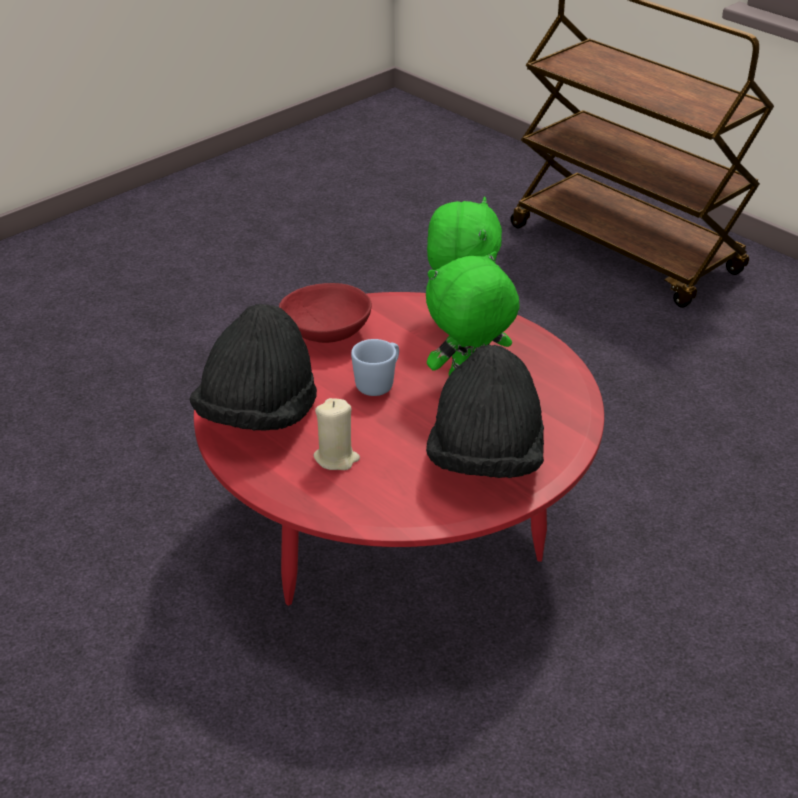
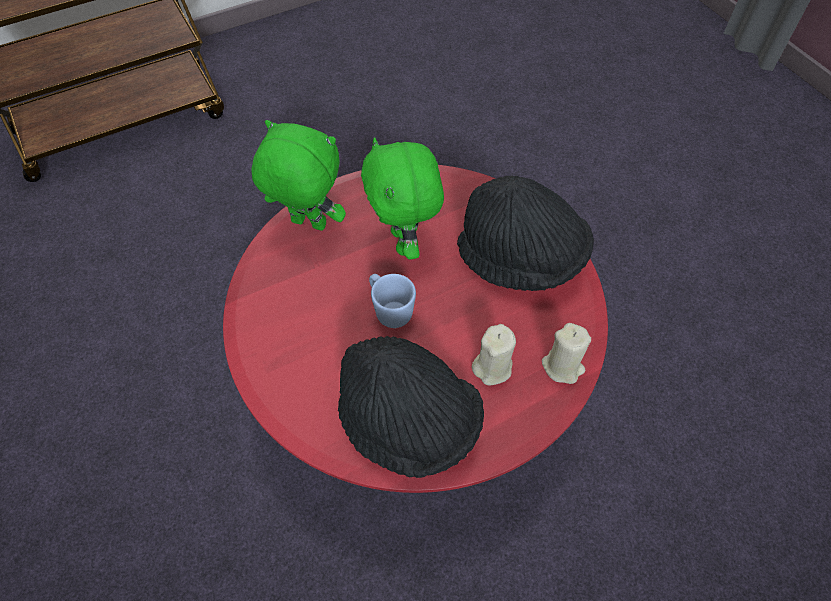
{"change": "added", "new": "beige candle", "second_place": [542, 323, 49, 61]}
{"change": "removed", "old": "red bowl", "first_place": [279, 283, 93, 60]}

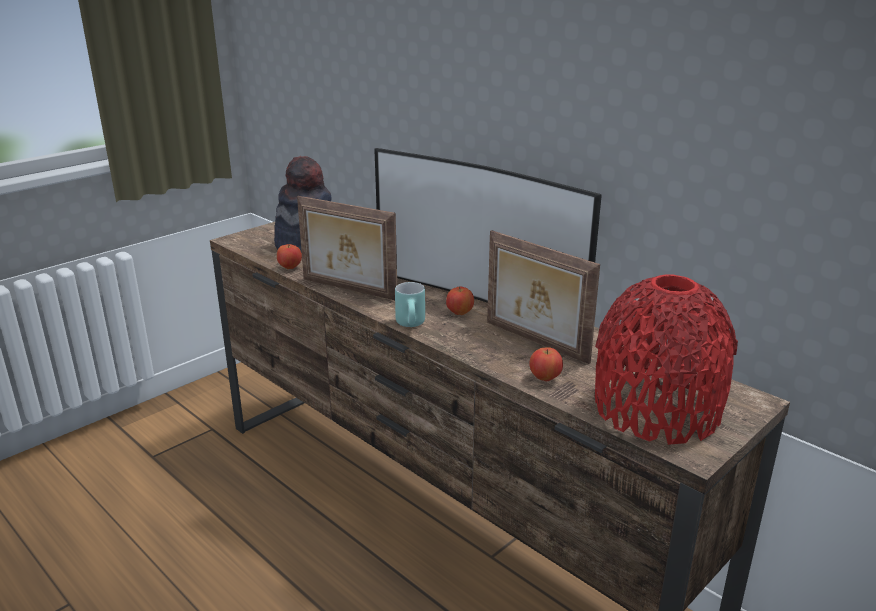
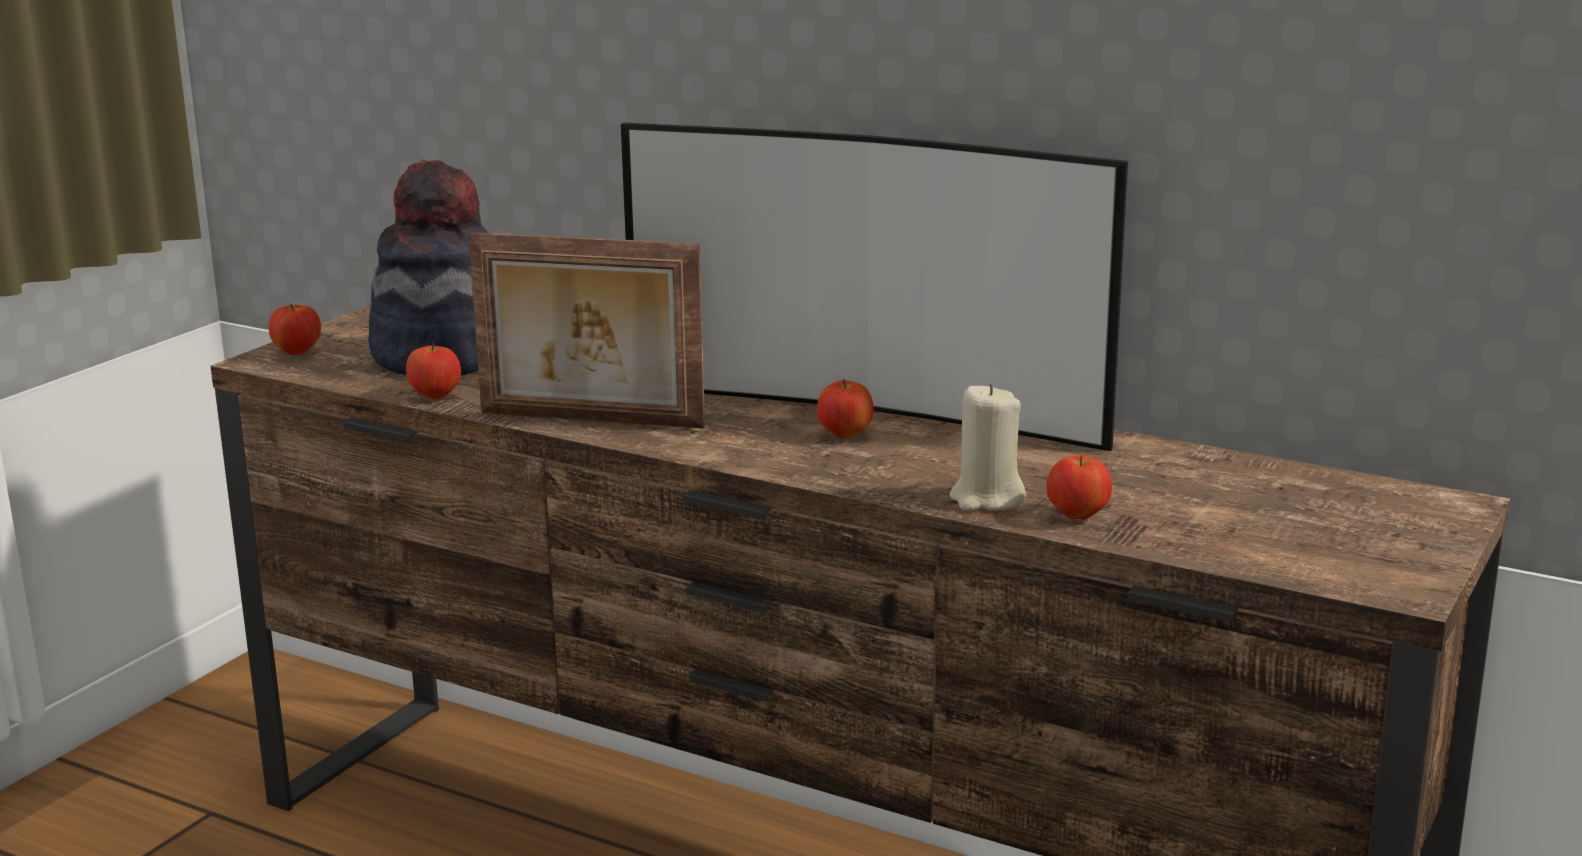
{"change": "added", "new": "apple", "second_place": [269, 304, 52, 51]}
{"change": "added", "new": "beige candle", "second_place": [950, 383, 76, 128]}
{"change": "removed", "old": "turquoise mug", "first_place": [395, 282, 30, 45]}
{"change": "removed", "old": "picture frame", "first_place": [487, 230, 113, 134]}
{"change": "removed", "old": "red vase", "first_place": [595, 275, 143, 170]}

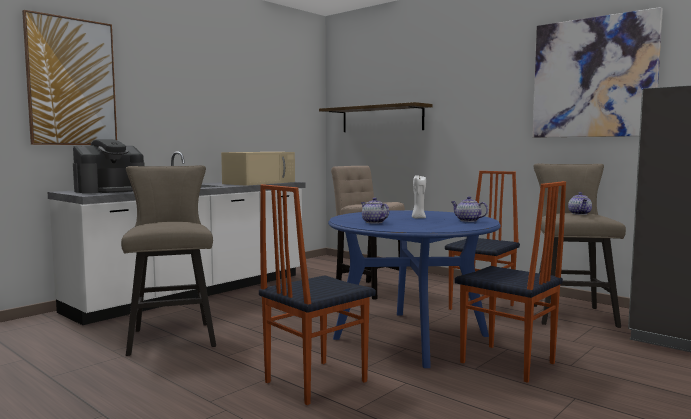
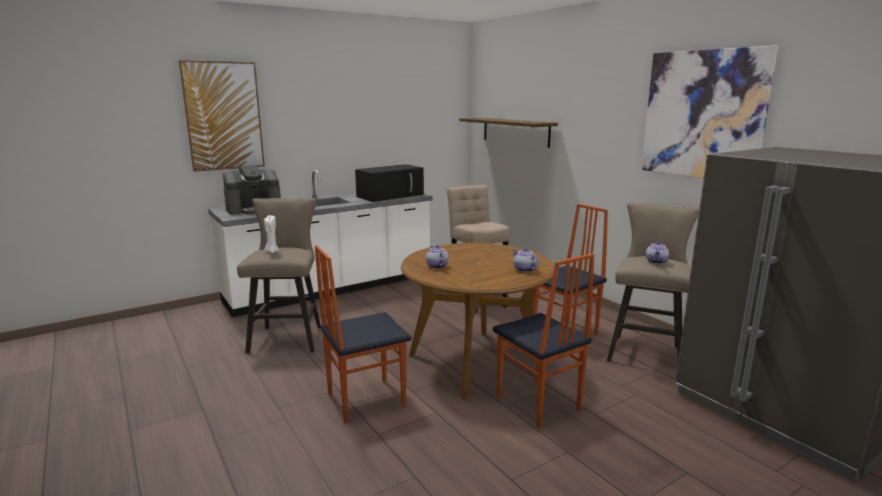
{"change": "moved", "old": "white candle", "first_place": [412, 175, 14, 43], "second_place": [264, 215, 15, 38]}
{"change": "recoloured", "old": "beige microwave", "new": "black microwave", "first_place": [221, 152, 74, 34], "second_place": [355, 164, 69, 38]}
{"change": "recoloured", "old": "blue dining table", "new": "brown dining table", "first_place": [328, 210, 173, 158], "second_place": [401, 243, 154, 156]}

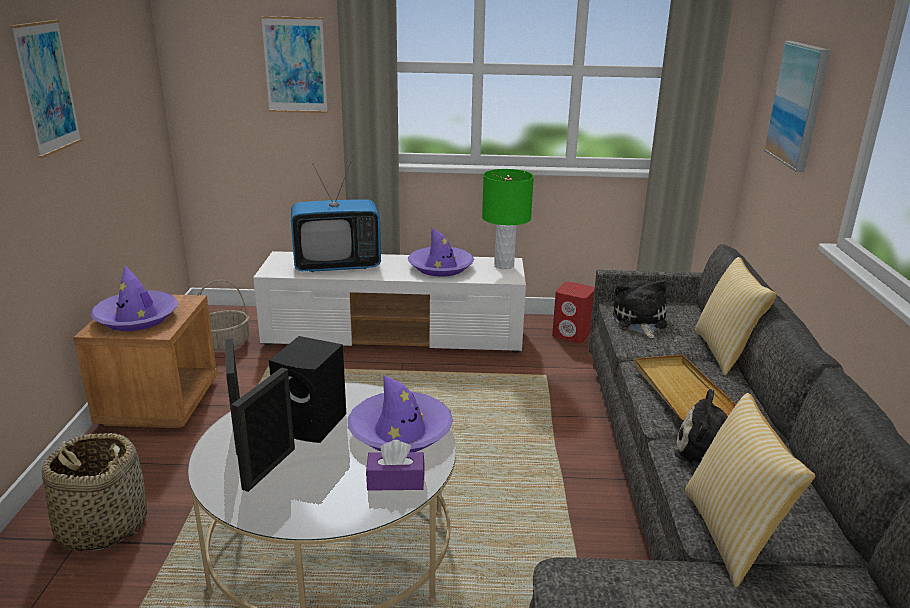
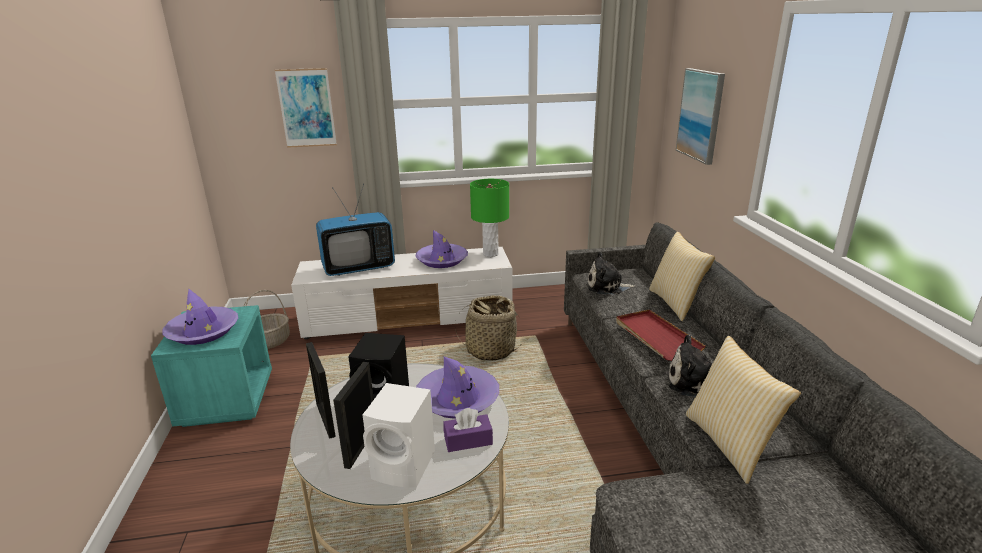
{"change": "recoloured", "old": "brown nightstand", "new": "turquoise nightstand", "first_place": [73, 294, 145, 134], "second_place": [151, 305, 121, 122]}
{"change": "added", "new": "white speaker", "second_place": [362, 383, 73, 105]}
{"change": "moved", "old": "basket", "first_place": [42, 433, 105, 118], "second_place": [455, 295, 67, 66]}
{"change": "turned", "old": "plush toy", "first_place": [612, 280, 55, 58], "second_place": [588, 252, 47, 42], "degrees": -75}
{"change": "recoloured", "old": "beige tray", "new": "red tray", "first_place": [634, 355, 102, 65], "second_place": [616, 310, 89, 51]}
{"change": "removed", "old": "picture", "first_place": [10, 20, 72, 138]}
{"change": "removed", "old": "red speaker", "first_place": [552, 282, 43, 61]}

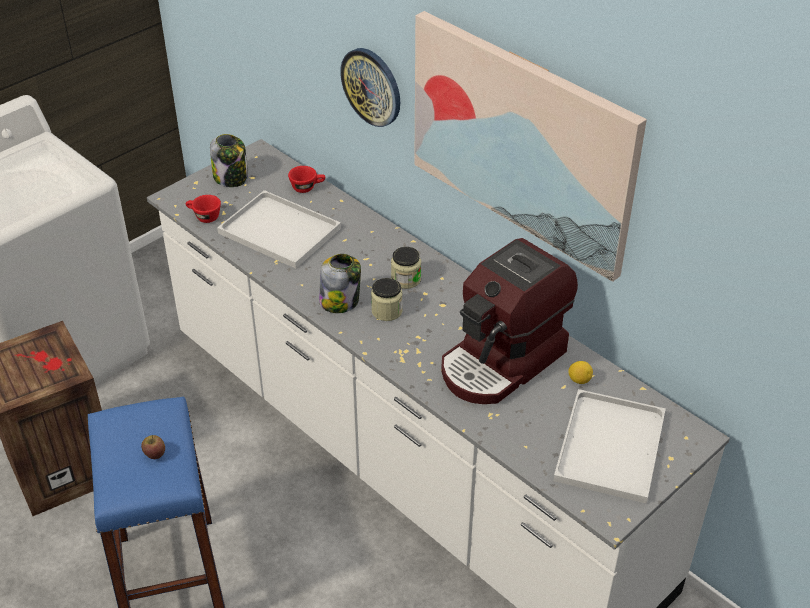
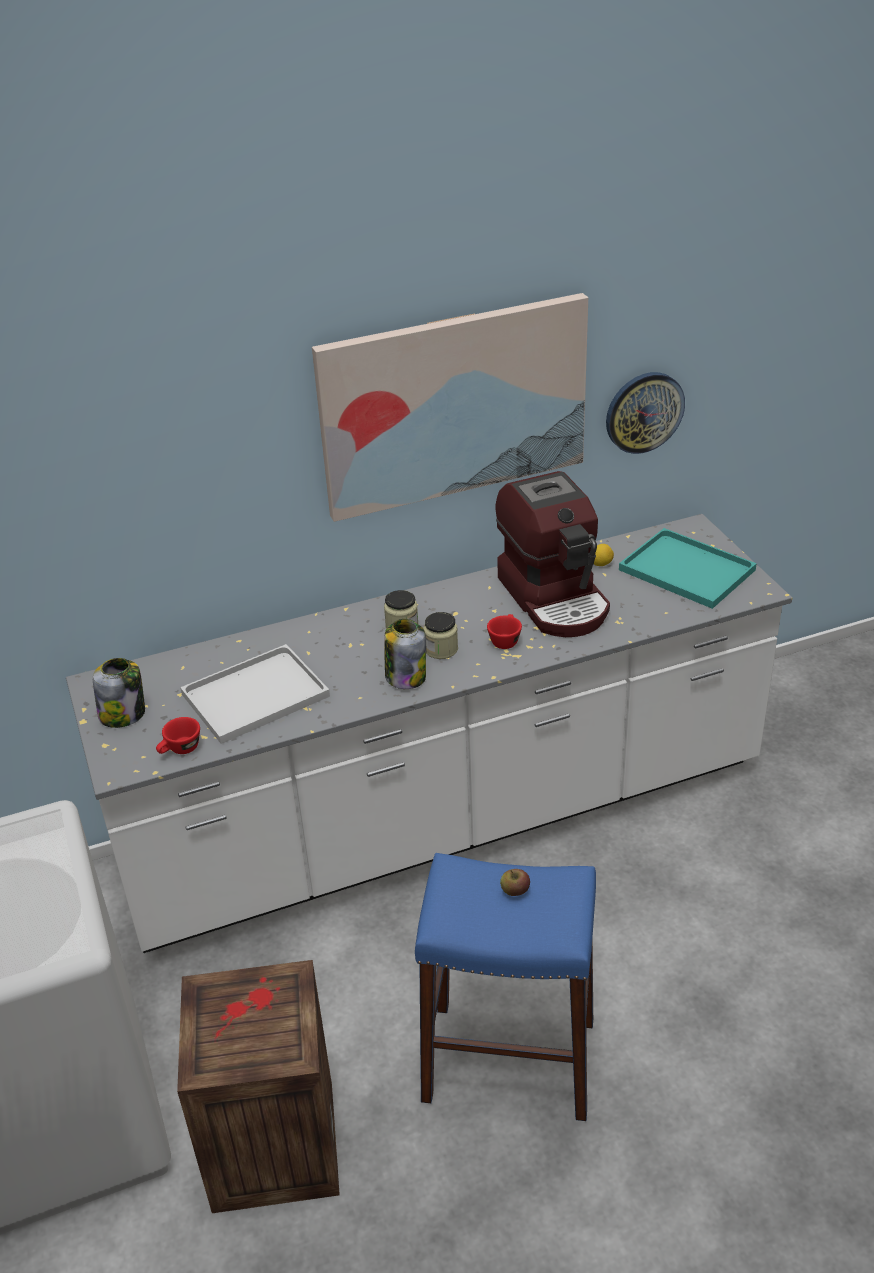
{"change": "moved", "old": "red cup", "first_place": [288, 166, 37, 27], "second_place": [487, 614, 35, 35]}
{"change": "moved", "old": "wall clock", "first_place": [340, 48, 60, 79], "second_place": [606, 372, 79, 82]}
{"change": "recoloured", "old": "white tray", "new": "turquoise tray", "first_place": [553, 389, 113, 115], "second_place": [619, 528, 138, 81]}

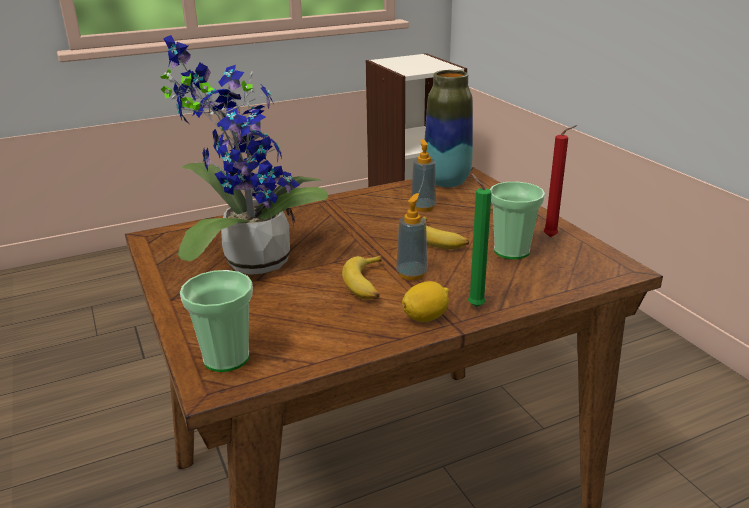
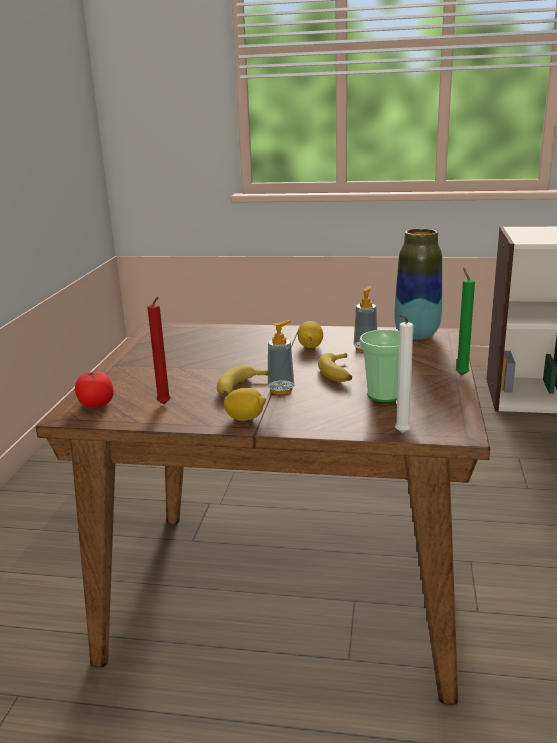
{"change": "replaced", "old": "cup", "new": "tomato", "first_place": [180, 270, 73, 102], "second_place": [75, 371, 39, 36]}
{"change": "moved", "old": "red candle", "first_place": [544, 125, 33, 112], "second_place": [147, 297, 24, 107]}
{"change": "added", "new": "lemon", "second_place": [297, 321, 26, 27]}
{"change": "added", "new": "white candle", "second_place": [395, 314, 18, 119]}
{"change": "moved", "old": "green candle", "first_place": [468, 173, 24, 134], "second_place": [456, 267, 19, 108]}
{"change": "removed", "old": "potted plant", "first_place": [160, 35, 168, 240]}

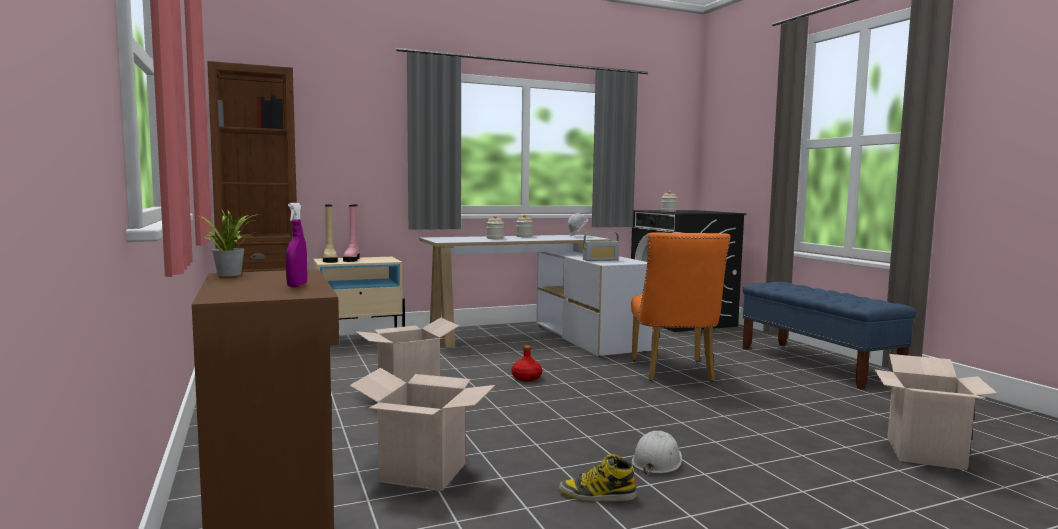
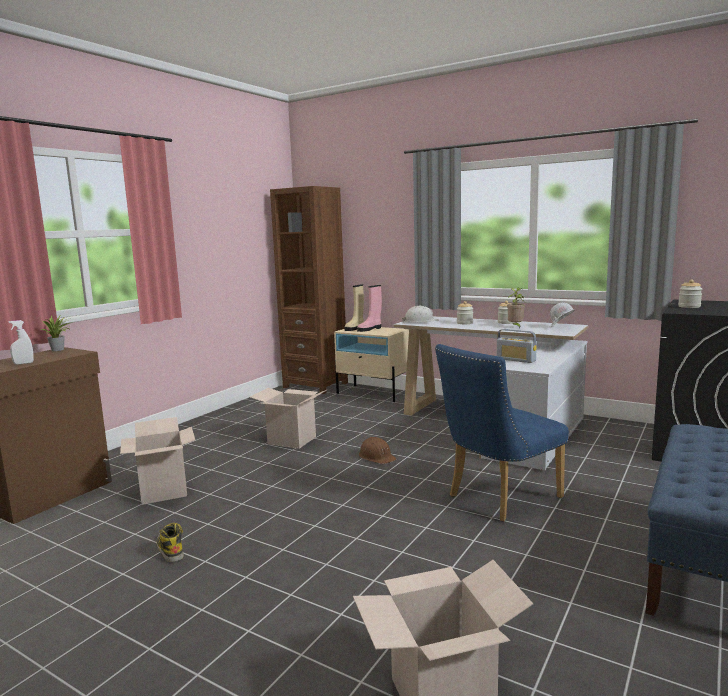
{"change": "recoloured", "old": "purple spray bottle", "new": "white spray bottle", "first_place": [286, 203, 21, 84], "second_place": [9, 320, 25, 45]}
{"change": "replaced", "old": "red bottle", "new": "brown hard hat", "first_place": [512, 345, 30, 36], "second_place": [359, 437, 37, 27]}
{"change": "moved", "old": "white hard hat", "first_place": [632, 431, 50, 44], "second_place": [402, 306, 37, 17]}
{"change": "recoloured", "old": "orange chair", "new": "blue chair", "first_place": [631, 233, 99, 149], "second_place": [435, 344, 134, 178]}
{"change": "added", "new": "potted plant", "second_place": [507, 288, 18, 41]}

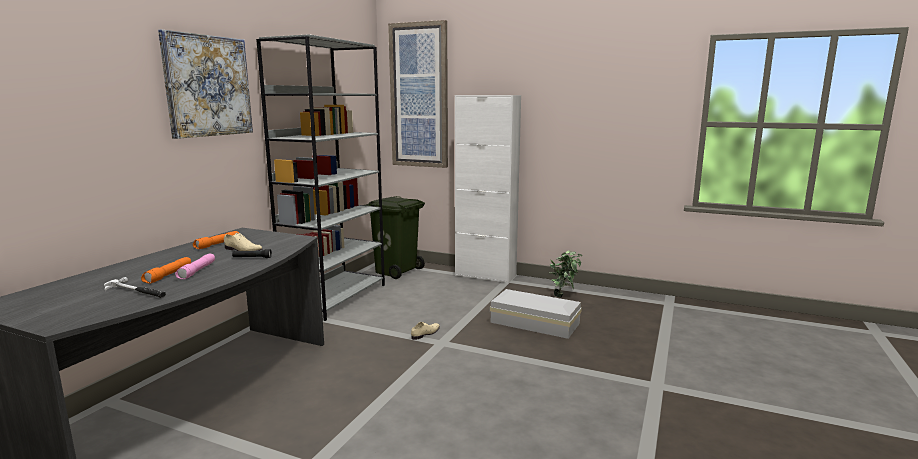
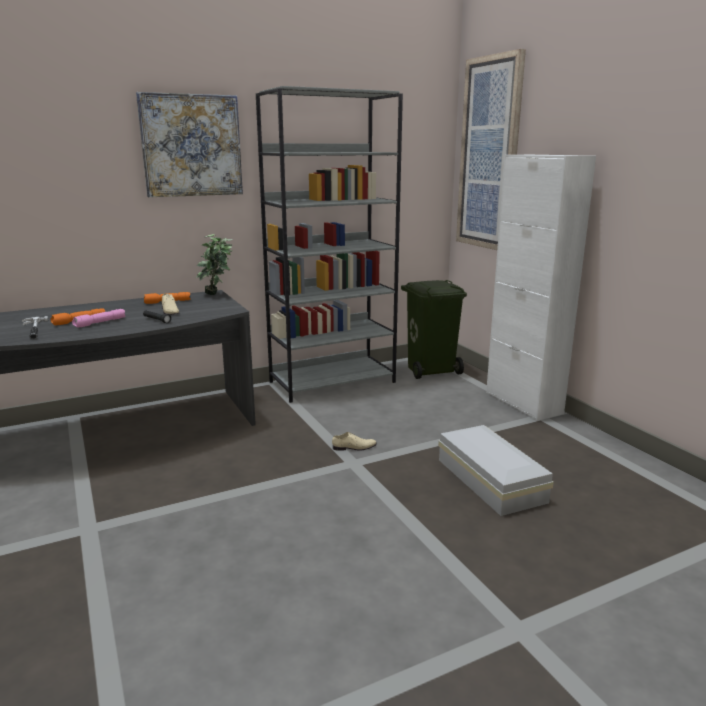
{"change": "moved", "old": "potted plant", "first_place": [549, 251, 33, 47], "second_place": [196, 234, 37, 61]}

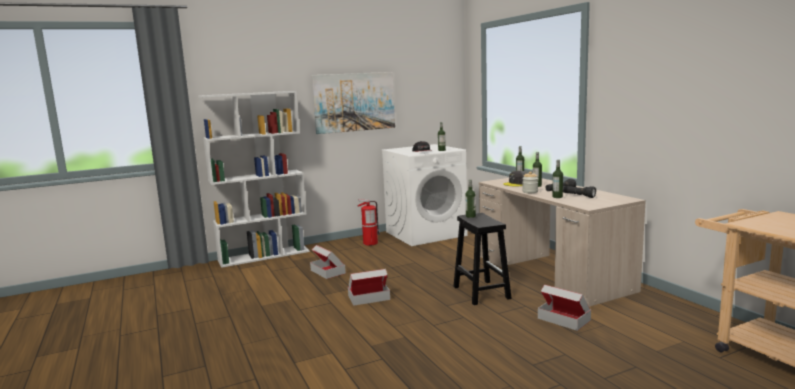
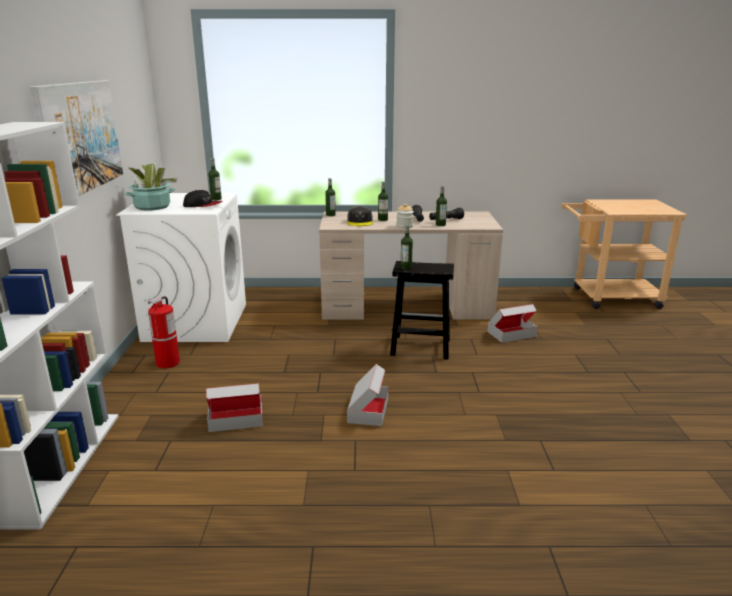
{"change": "added", "new": "potted plant", "second_place": [125, 163, 52, 48]}

